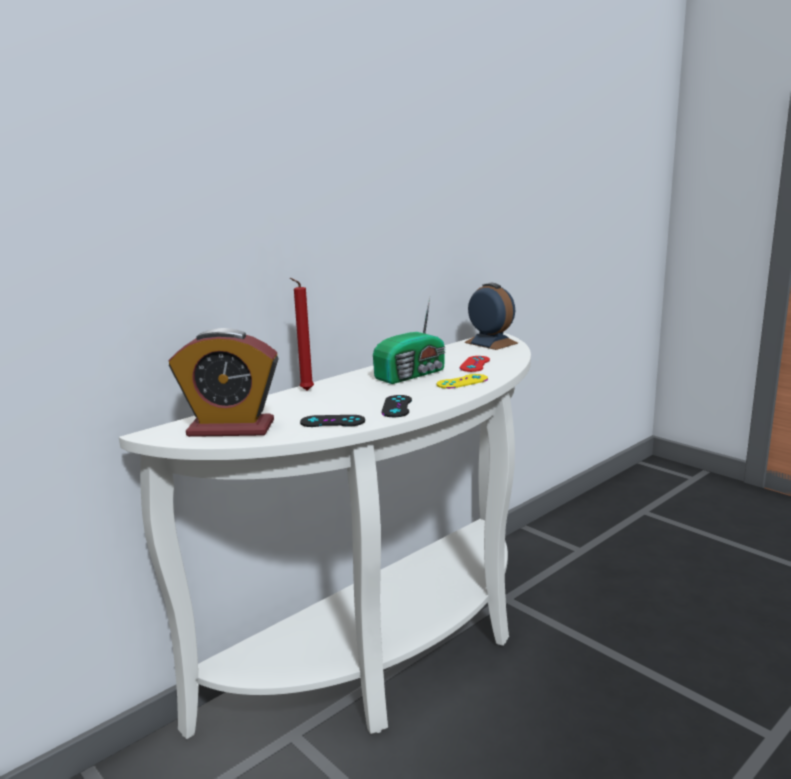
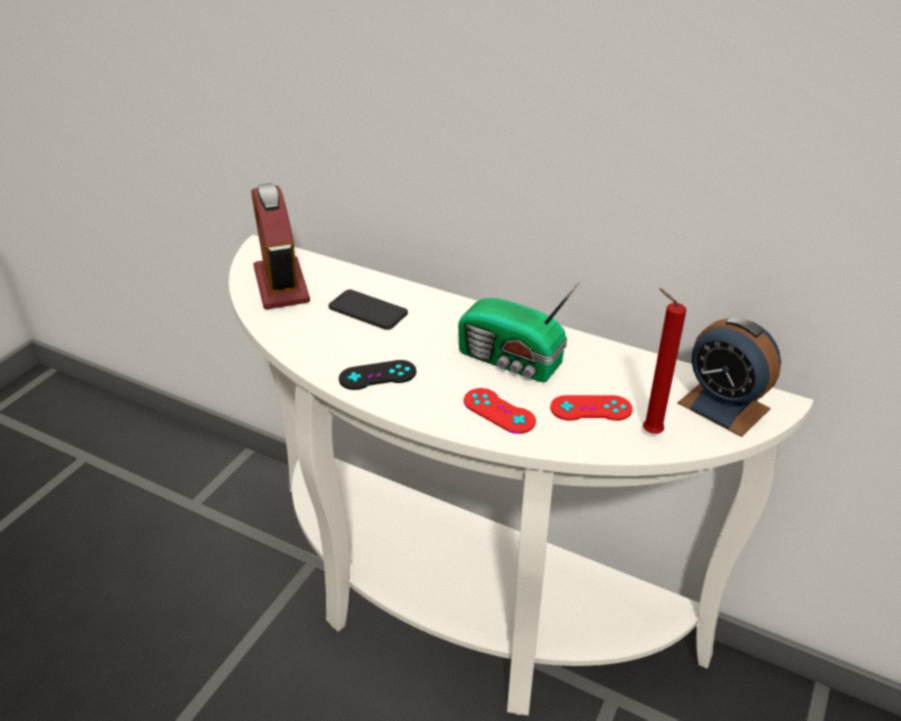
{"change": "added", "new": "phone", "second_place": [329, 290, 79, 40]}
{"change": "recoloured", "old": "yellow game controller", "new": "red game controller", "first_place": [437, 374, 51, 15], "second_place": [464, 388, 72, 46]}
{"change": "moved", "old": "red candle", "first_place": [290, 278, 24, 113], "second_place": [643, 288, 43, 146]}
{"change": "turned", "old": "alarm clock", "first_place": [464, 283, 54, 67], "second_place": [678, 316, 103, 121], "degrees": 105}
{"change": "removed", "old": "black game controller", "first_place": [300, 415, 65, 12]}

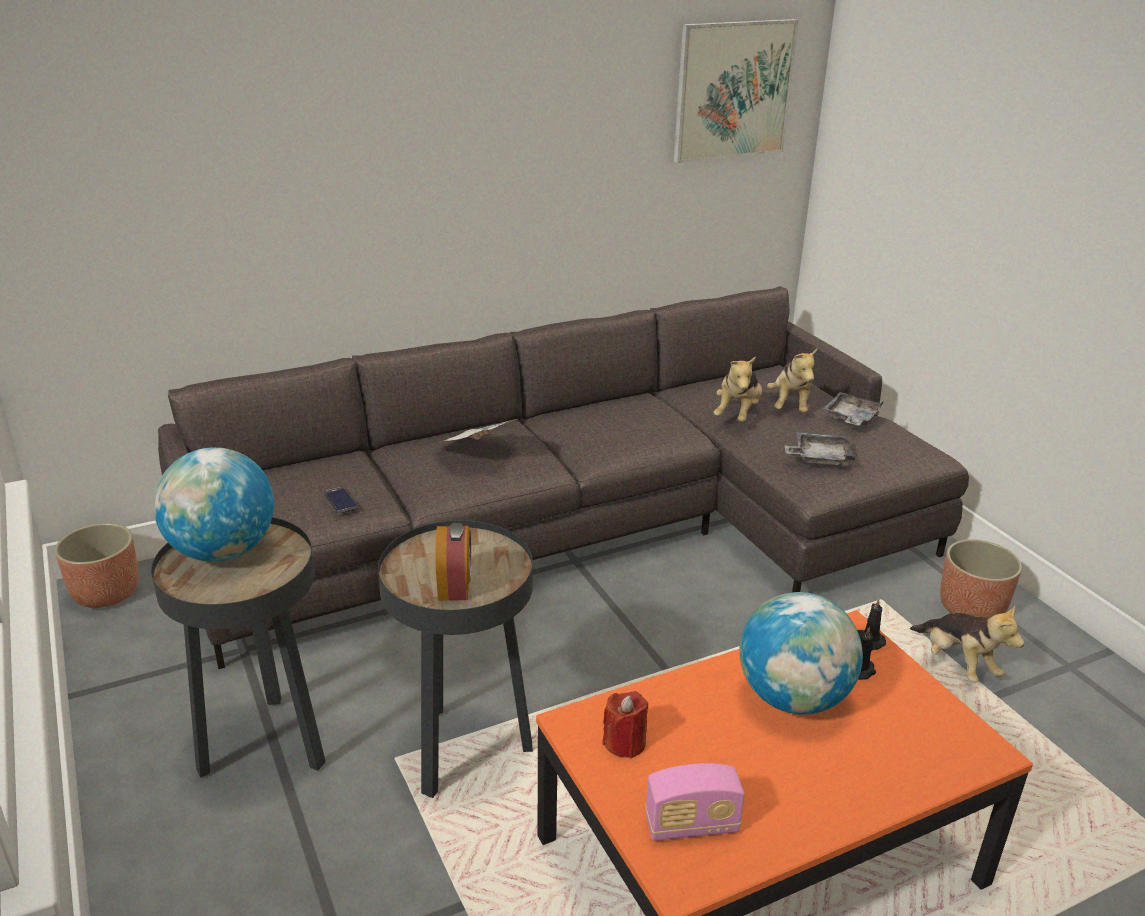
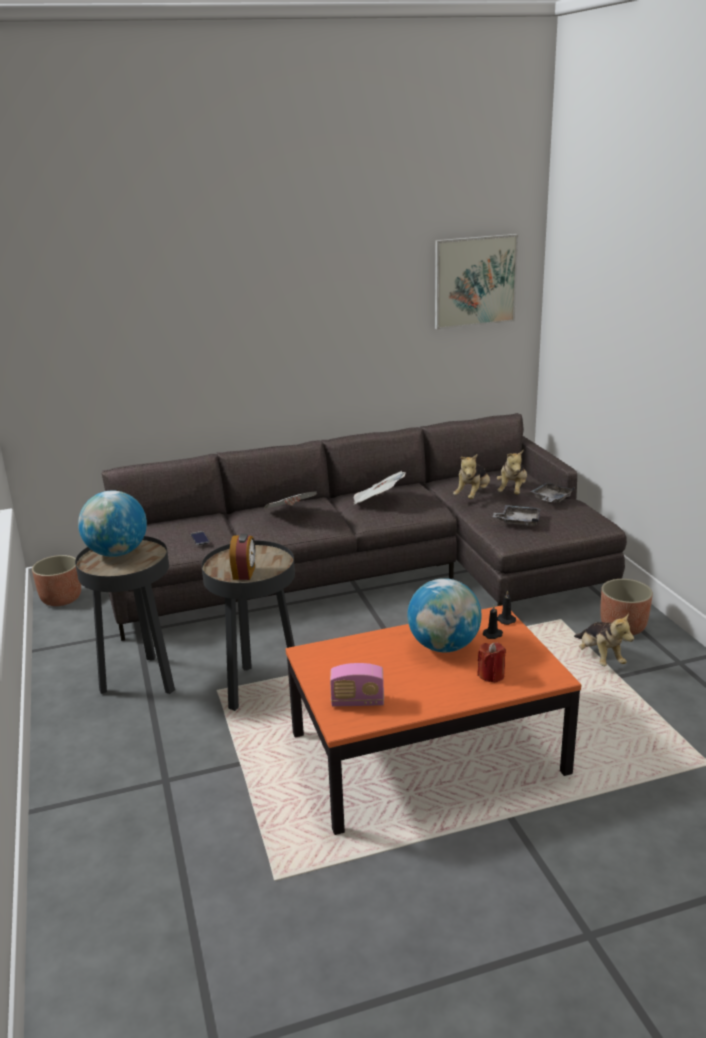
{"change": "added", "new": "newspaper", "second_place": [354, 471, 52, 33]}
{"change": "moved", "old": "red candle", "first_place": [603, 691, 45, 67], "second_place": [477, 642, 29, 41]}

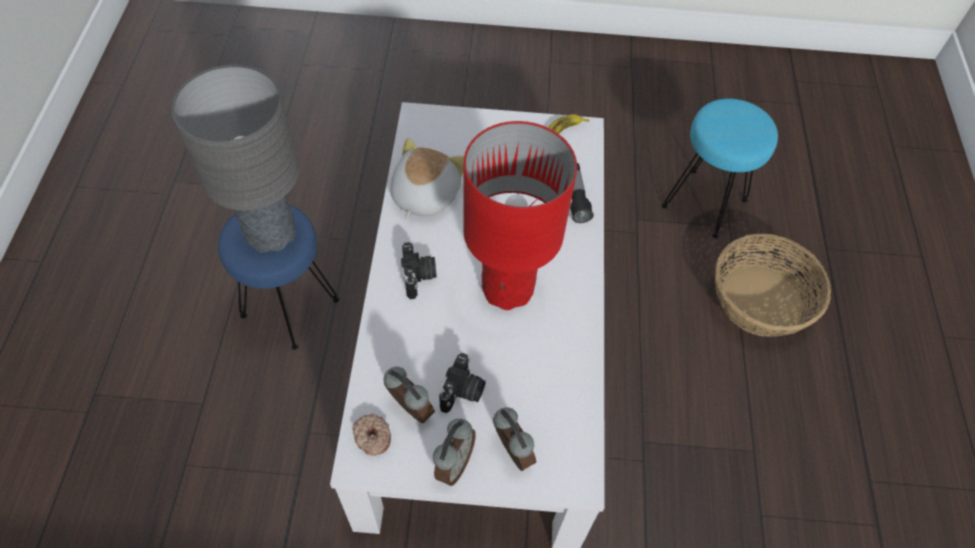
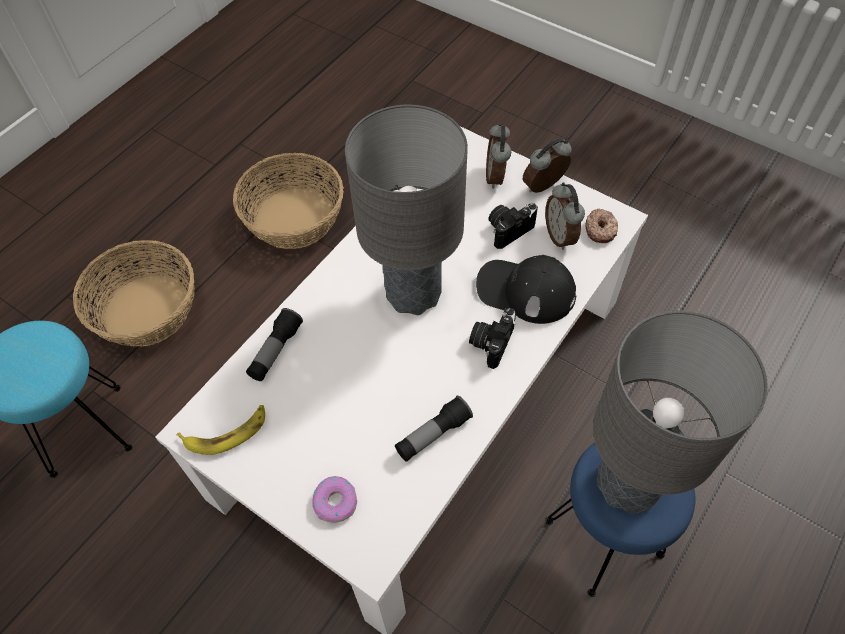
{"change": "added", "new": "basket", "second_place": [233, 153, 111, 96]}
{"change": "added", "new": "donut", "second_place": [312, 476, 45, 47]}
{"change": "recoloured", "old": "red table lamp", "new": "grey table lamp", "first_place": [463, 121, 114, 189], "second_place": [345, 105, 123, 210]}
{"change": "replaced", "old": "plush toy", "new": "flashlight", "first_place": [391, 138, 73, 81], "second_place": [395, 396, 78, 66]}
{"change": "added", "new": "black cap", "second_place": [476, 255, 100, 69]}

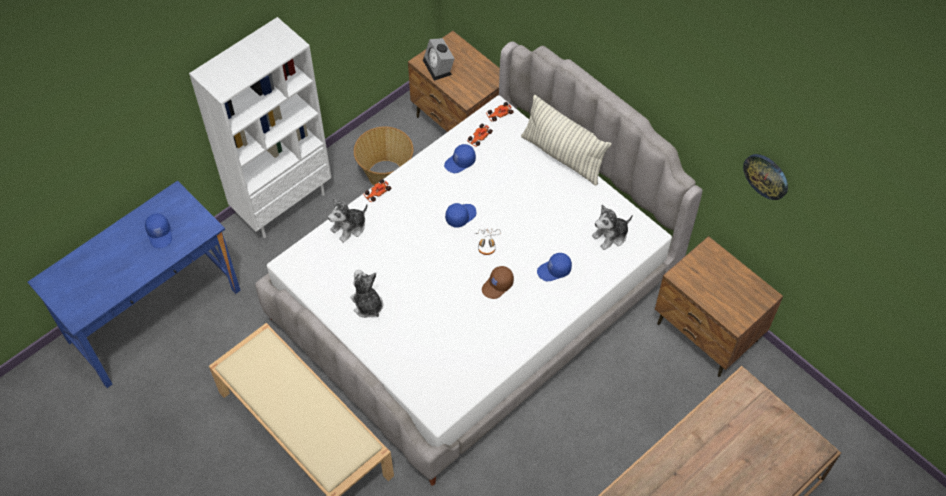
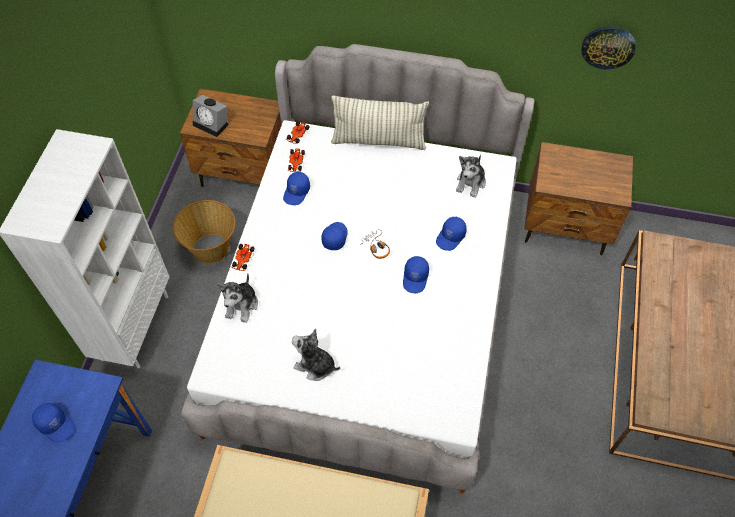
{"change": "recoloured", "old": "brown cap", "new": "blue cap", "first_place": [482, 266, 32, 33], "second_place": [403, 256, 26, 37]}

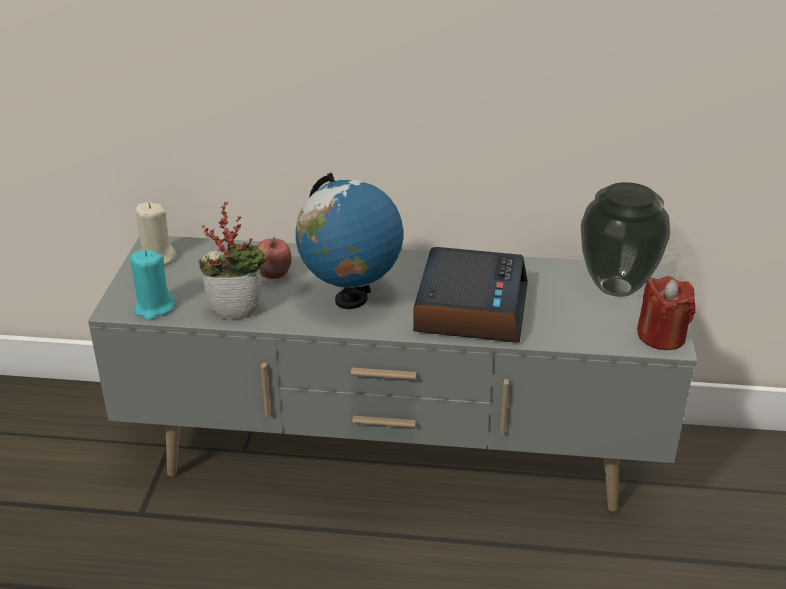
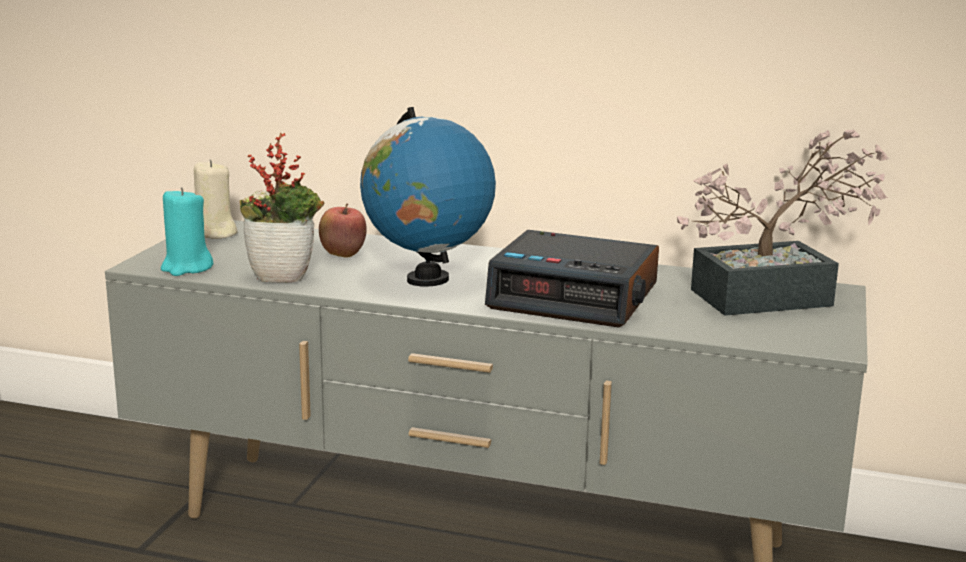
{"change": "turned", "old": "alarm clock", "first_place": [413, 247, 115, 96], "second_place": [485, 230, 174, 97], "degrees": 90}
{"change": "replaced", "old": "vase", "new": "potted plant", "first_place": [581, 182, 89, 115], "second_place": [677, 129, 212, 187]}
{"change": "removed", "old": "red candle", "first_place": [637, 276, 59, 74]}

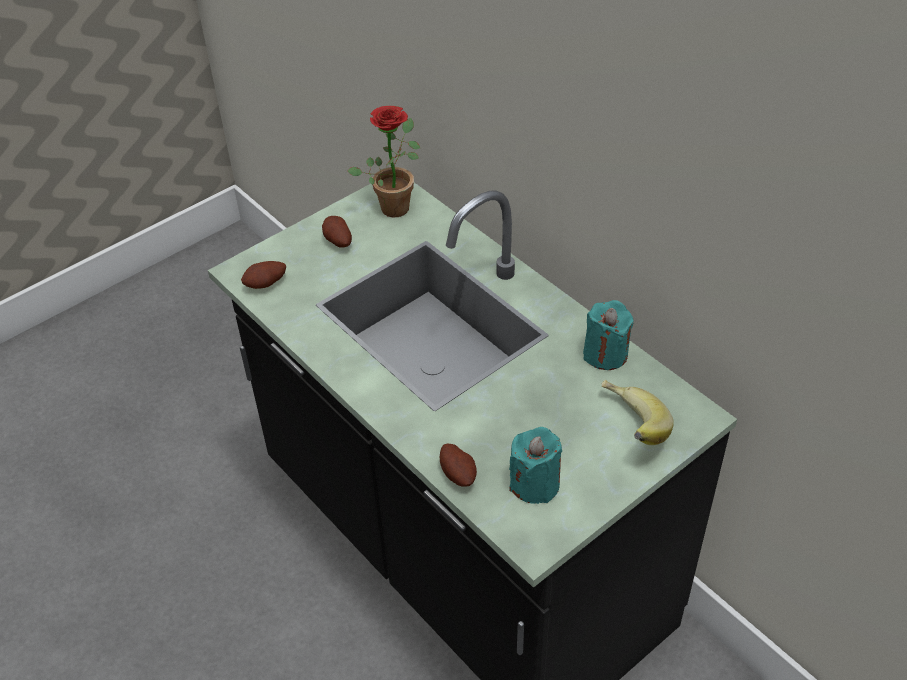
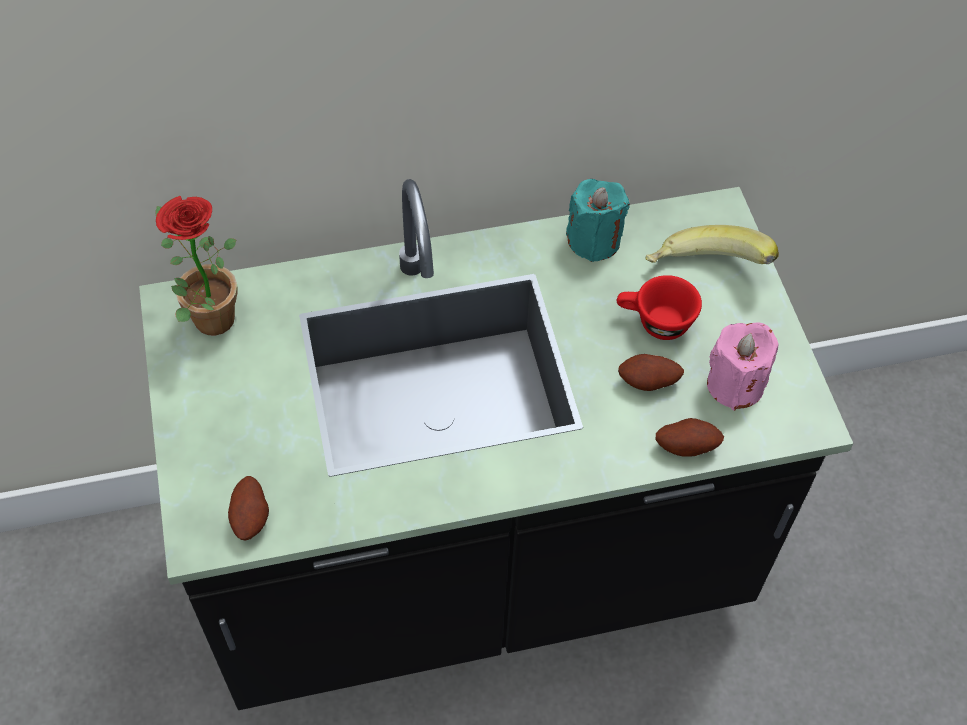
{"change": "added", "new": "red cup", "second_place": [617, 275, 85, 65]}
{"change": "moved", "old": "potato", "first_place": [322, 216, 30, 32], "second_place": [618, 354, 66, 37]}
{"change": "recoloured", "old": "turquoise candle", "new": "pink candle", "first_place": [509, 427, 53, 77], "second_place": [707, 322, 71, 88]}

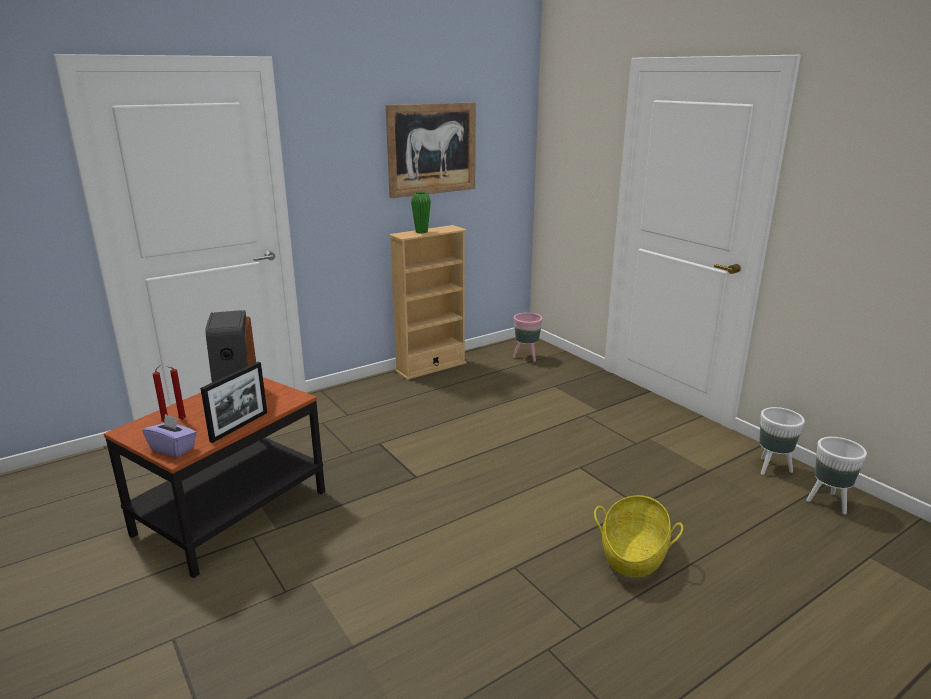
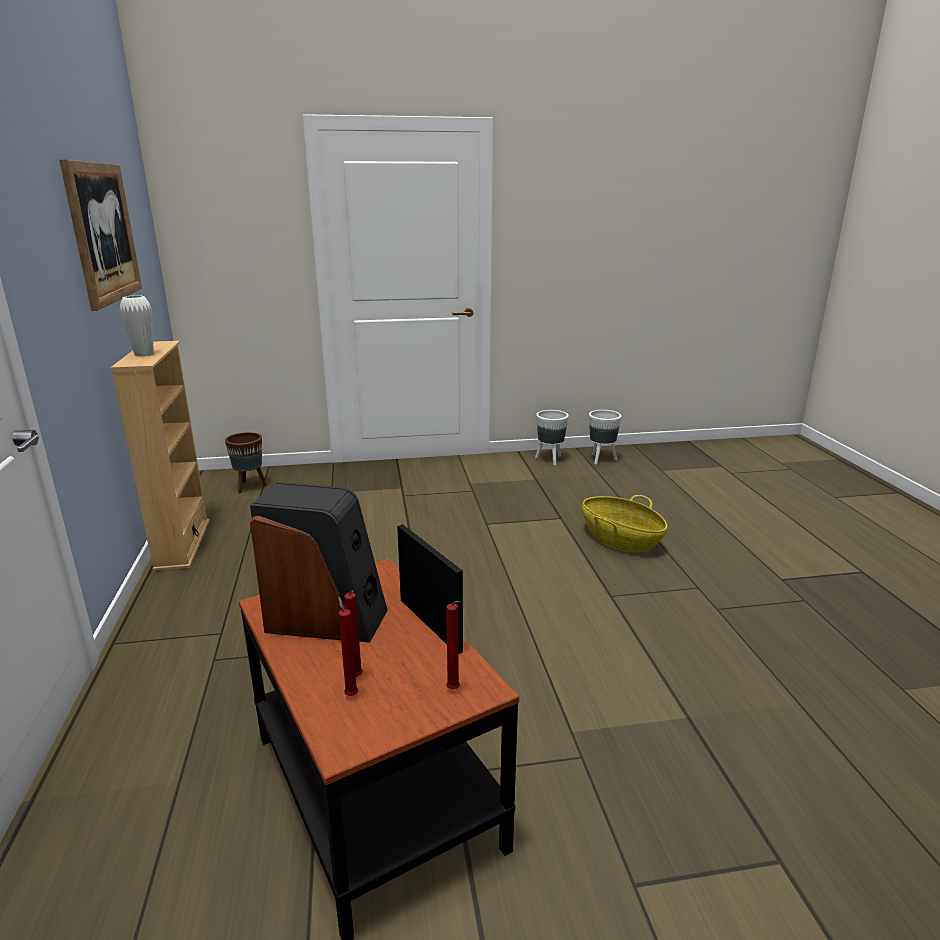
{"change": "recoloured", "old": "green vase", "new": "white vase", "first_place": [411, 192, 20, 41], "second_place": [120, 295, 34, 62]}
{"change": "recoloured", "old": "pink planter", "new": "brown planter", "first_place": [513, 313, 30, 49], "second_place": [225, 432, 43, 62]}
{"change": "replaced", "old": "purple tissue box", "new": "red candle", "first_place": [143, 414, 54, 43], "second_place": [446, 601, 15, 89]}

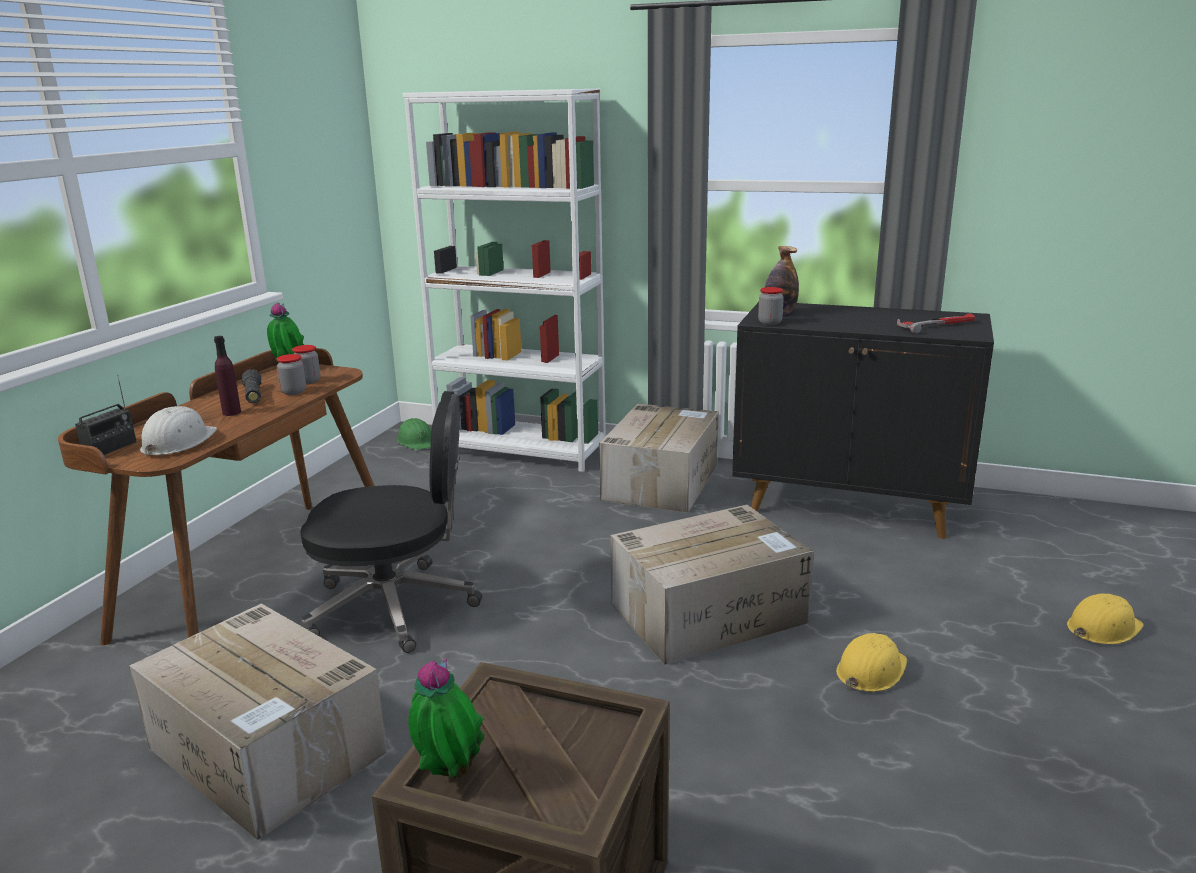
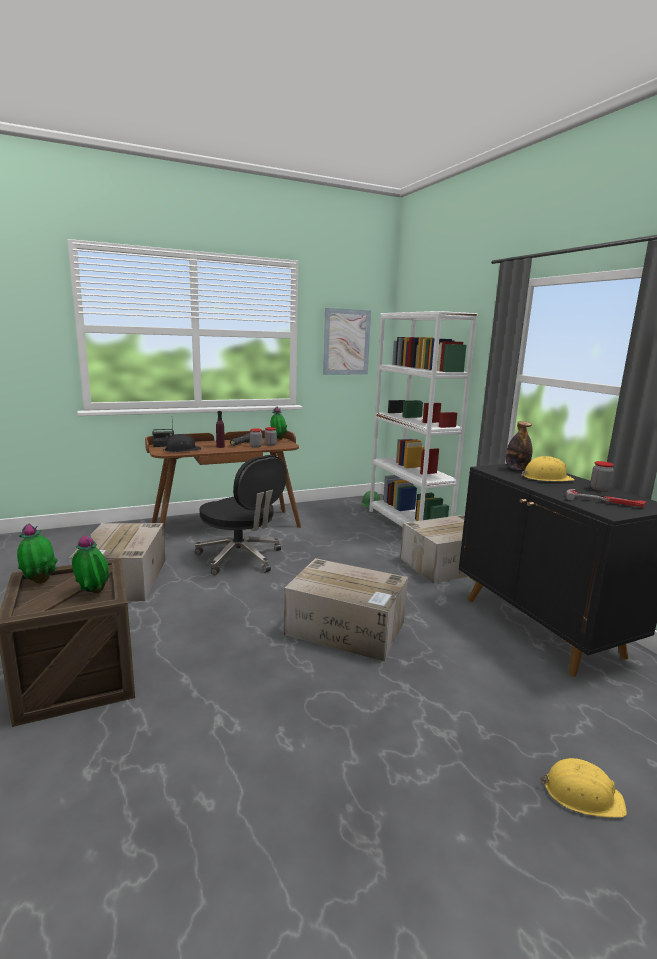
{"change": "added", "new": "potted plant", "second_place": [72, 535, 38, 58]}
{"change": "recoloured", "old": "white hard hat", "new": "black hard hat", "first_place": [140, 406, 78, 52], "second_place": [162, 434, 39, 18]}
{"change": "added", "new": "picture", "second_place": [323, 308, 48, 67]}
{"change": "moved", "old": "yellow hard hat", "first_place": [836, 633, 71, 59], "second_place": [521, 456, 54, 25]}
{"change": "moved", "old": "jar", "first_place": [758, 287, 26, 38], "second_place": [590, 461, 24, 30]}

